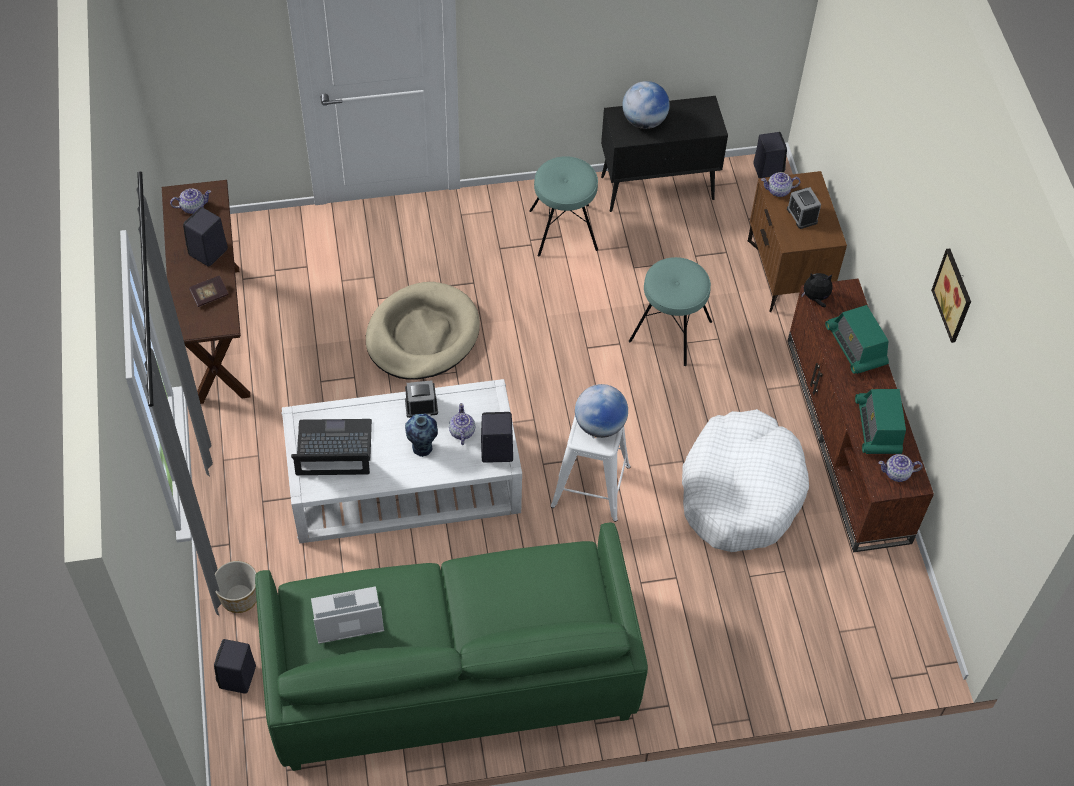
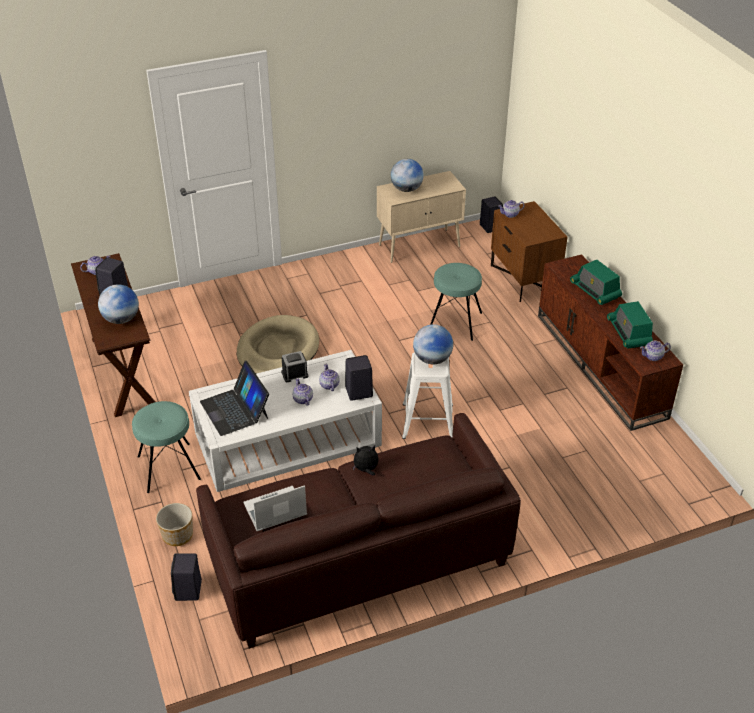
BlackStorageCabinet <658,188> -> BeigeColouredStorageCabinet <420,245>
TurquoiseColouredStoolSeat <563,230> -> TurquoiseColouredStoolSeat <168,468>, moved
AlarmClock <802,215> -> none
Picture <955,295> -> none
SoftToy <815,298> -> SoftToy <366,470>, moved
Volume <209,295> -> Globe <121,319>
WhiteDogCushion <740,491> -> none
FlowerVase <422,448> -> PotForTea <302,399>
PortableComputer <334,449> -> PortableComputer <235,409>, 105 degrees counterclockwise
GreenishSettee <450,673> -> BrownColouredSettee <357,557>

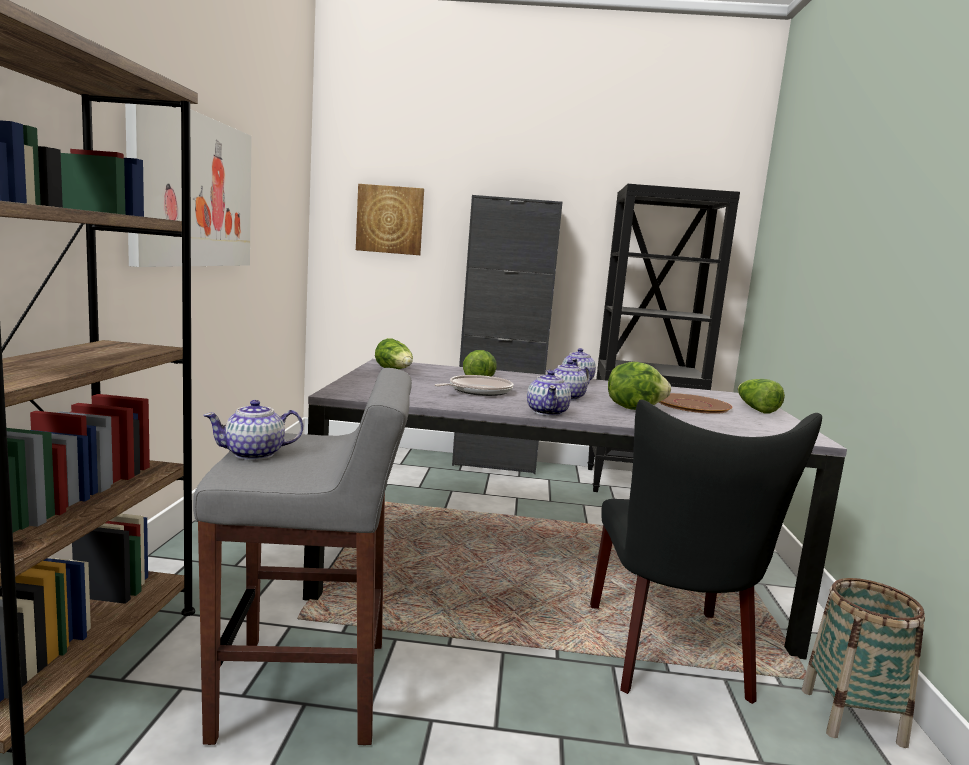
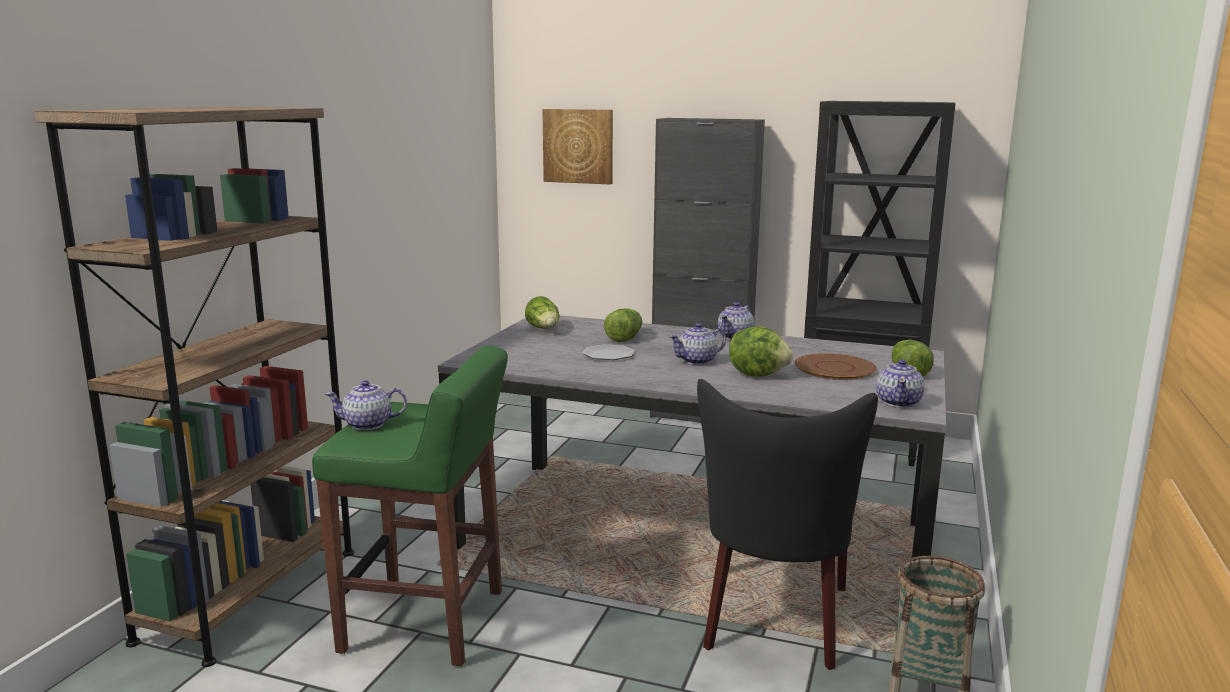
Picture <194,191> -> none
GrayStoolSeat <307,689> -> GreenishStoolSeat <426,621>
PotForTea <547,412> -> PotForTea <899,402>, moved
FryingPan <477,391> -> FlatDish <608,355>

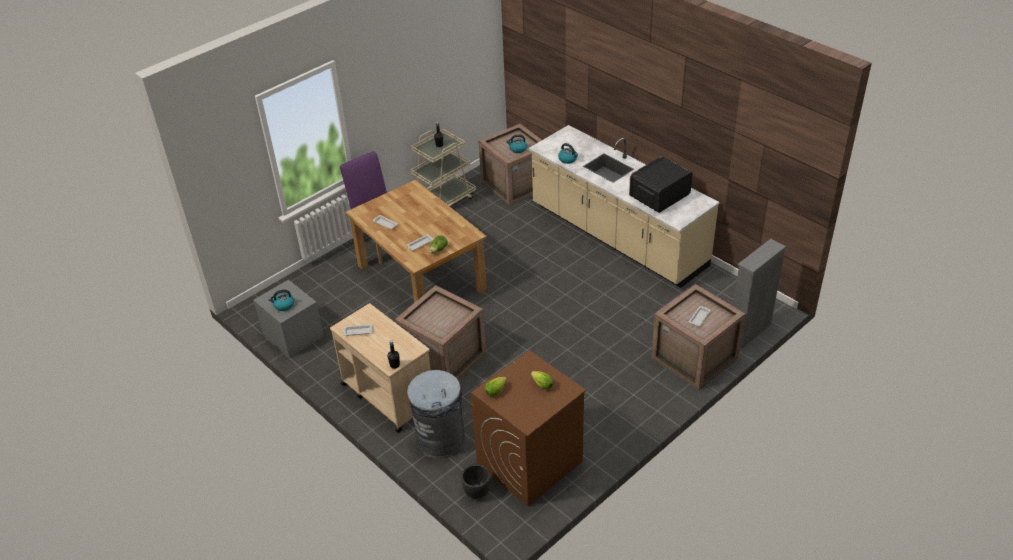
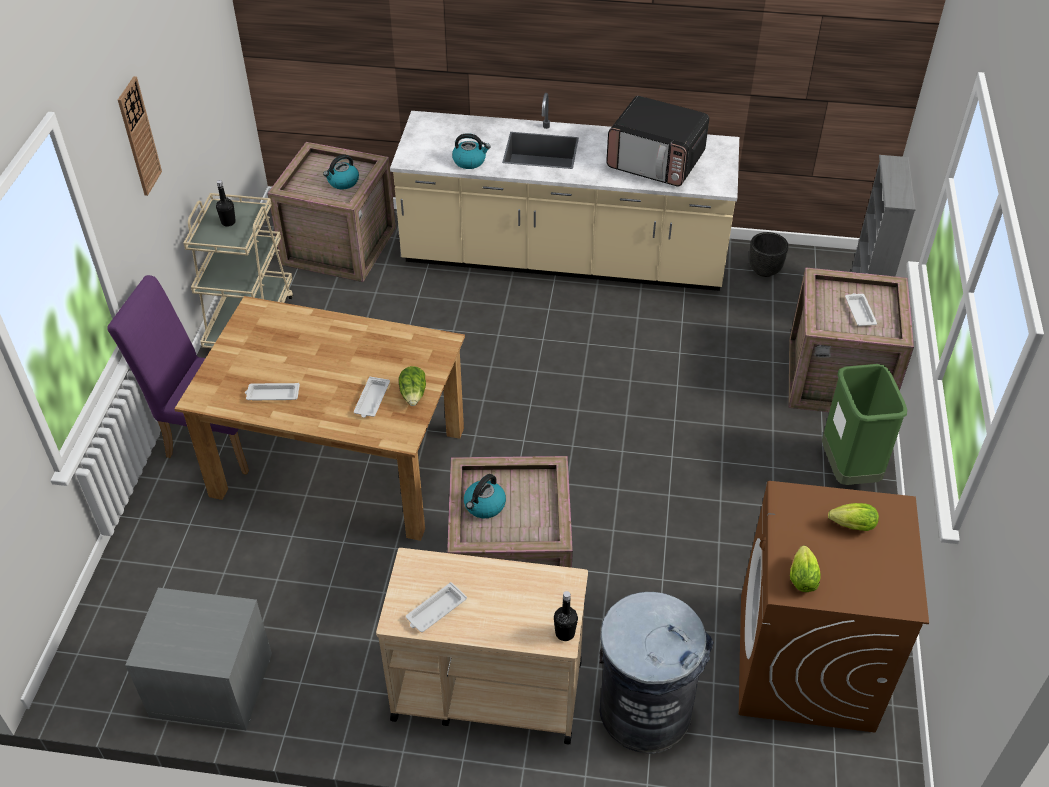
MicrowaveOven <659,196> -> MicrowaveOven <656,162>, 75 degrees counterclockwise
Kettle <284,305> -> Kettle <484,506>, moved
BlackFlowerPot <476,492> -> BlackFlowerPot <764,270>, moved
none -> ClockOnTheWall <139,137>
none -> GreenishTrashCan <848,470>

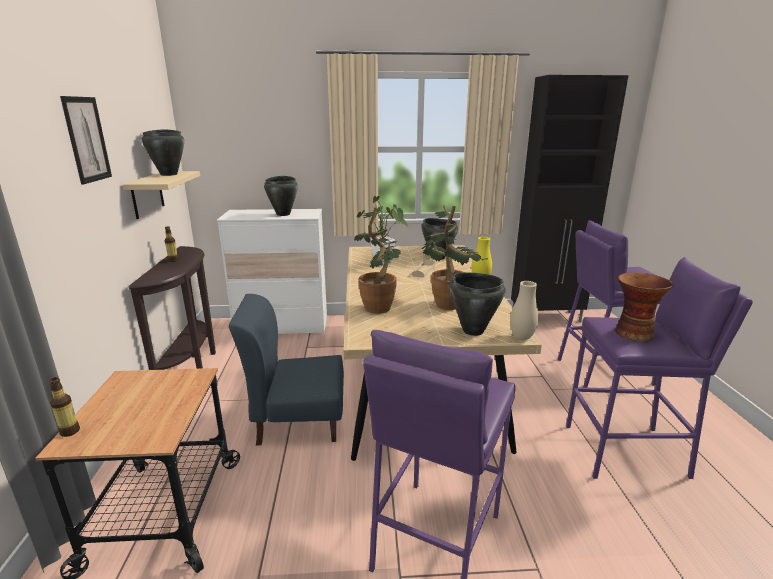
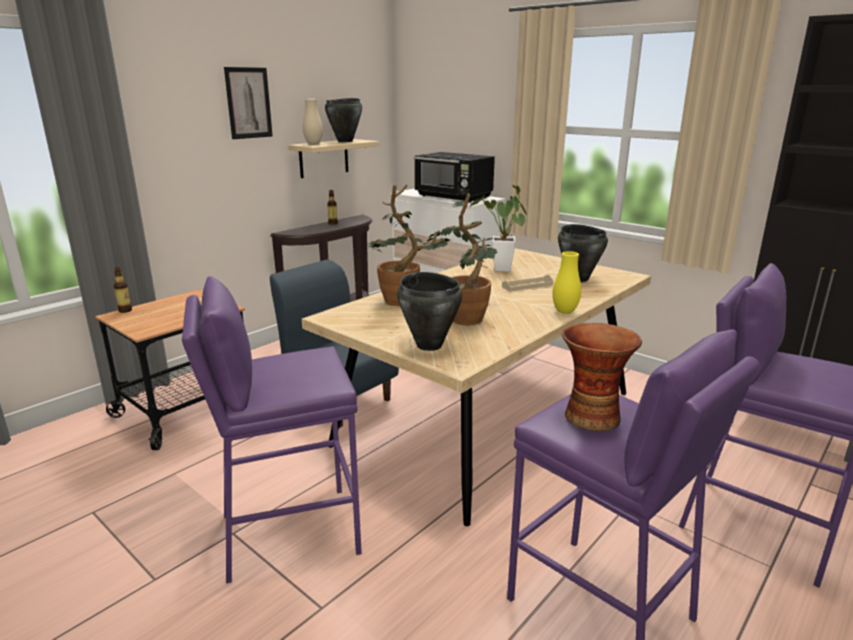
BlackSaucepot <283,214> -> BlackMicrowaveOven <453,197>
BeigeColouredFlowerVase <521,337> -> BeigeColouredFlowerVase <313,144>, moved

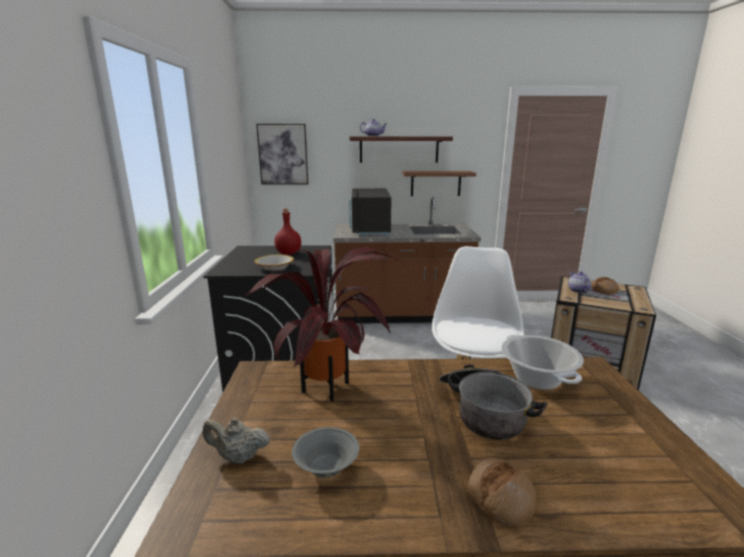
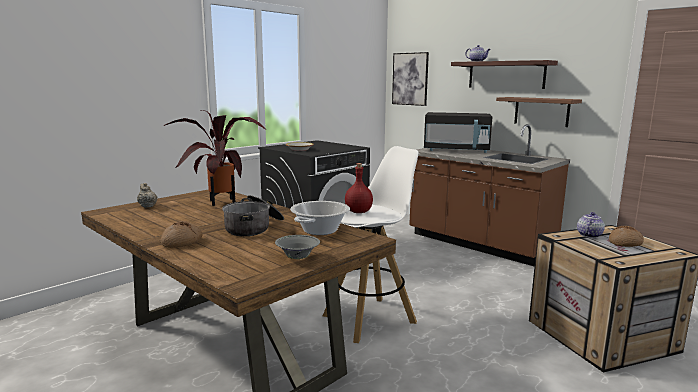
BlackMicrowaveOven <370,229> -> BlackMicrowaveOven <456,150>, 120 degrees counterclockwise
RedBottle <288,253> -> RedBottle <358,212>, moved
GrayServingBowl <326,469> -> GrayServingBowl <297,258>, moved

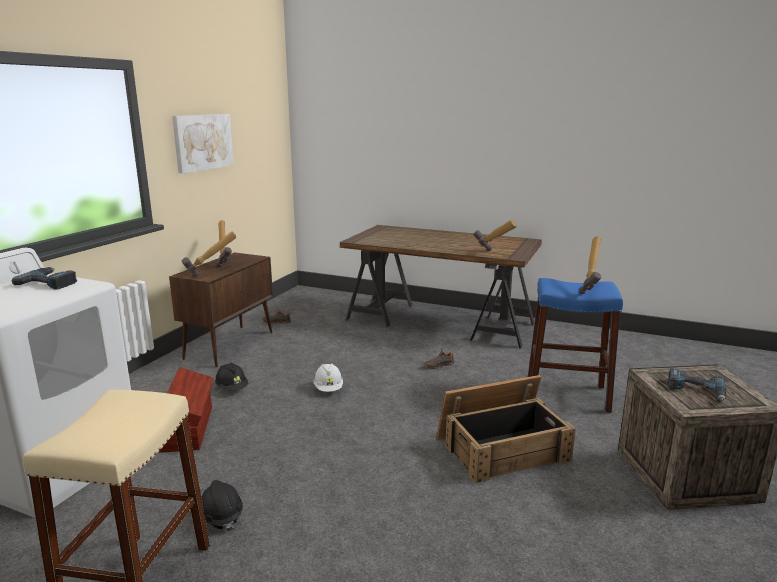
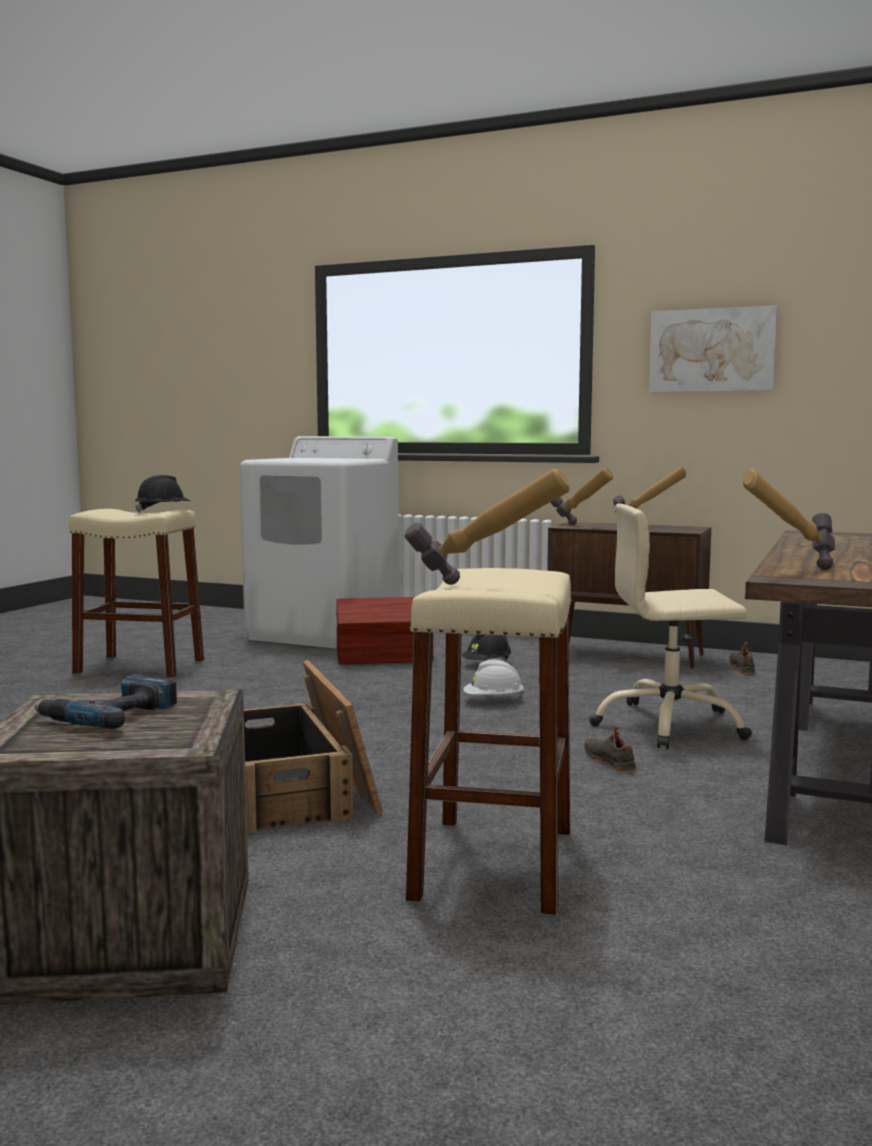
PowerDrill <51,282> -> none
BlueStoolSeat <567,395> -> BeigeColouredStoolSeat <494,864>
BlackHardHat <220,516> -> BlackHardHat <163,511>, moved
none -> BeigeColouredDeskChair <669,725>

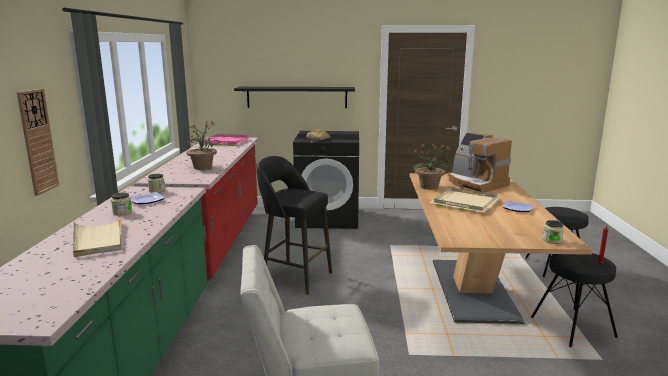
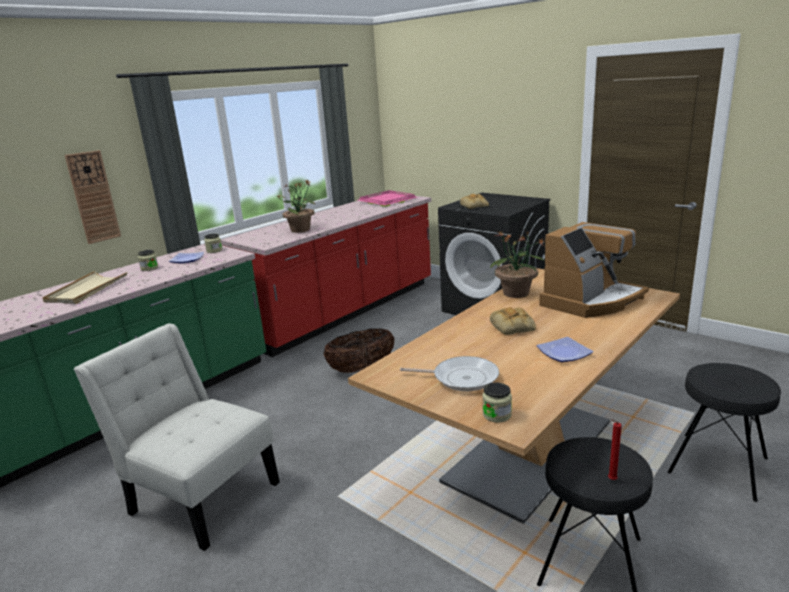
BlackWallShelf <297,97> -> none
CoffeeBrewer <475,184> -> CoffeeBrewer <591,301>, 135 degrees counterclockwise
BlackStoolSeat <295,277> -> StorageBasket <361,368>
BeigeColouredServingTray <467,202> -> Bread <513,326>
none -> FryingPan <461,378>

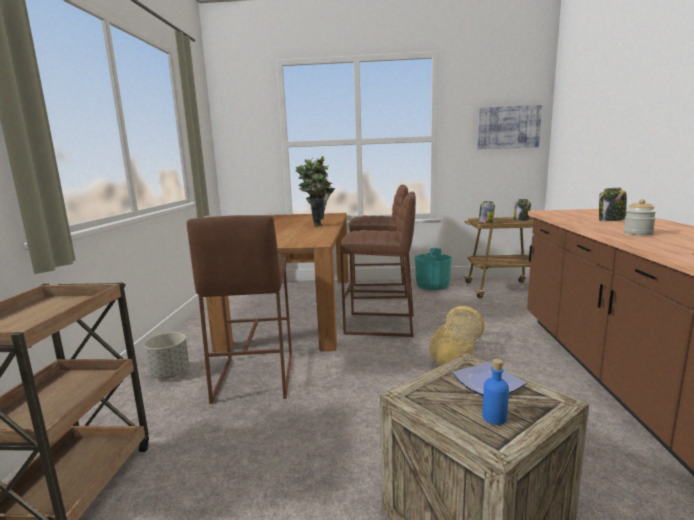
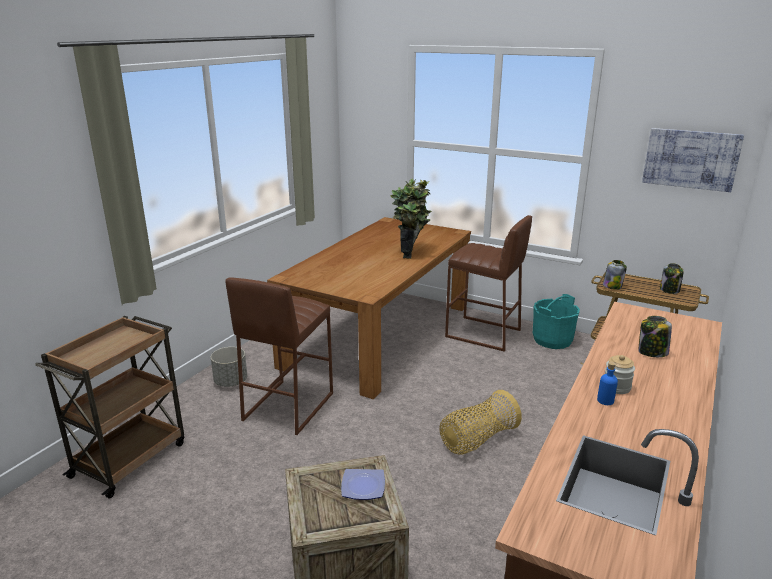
BrownColouredStoolSeat <381,325> -> none
BlueBottle <494,417> -> BlueBottle <605,400>, moved

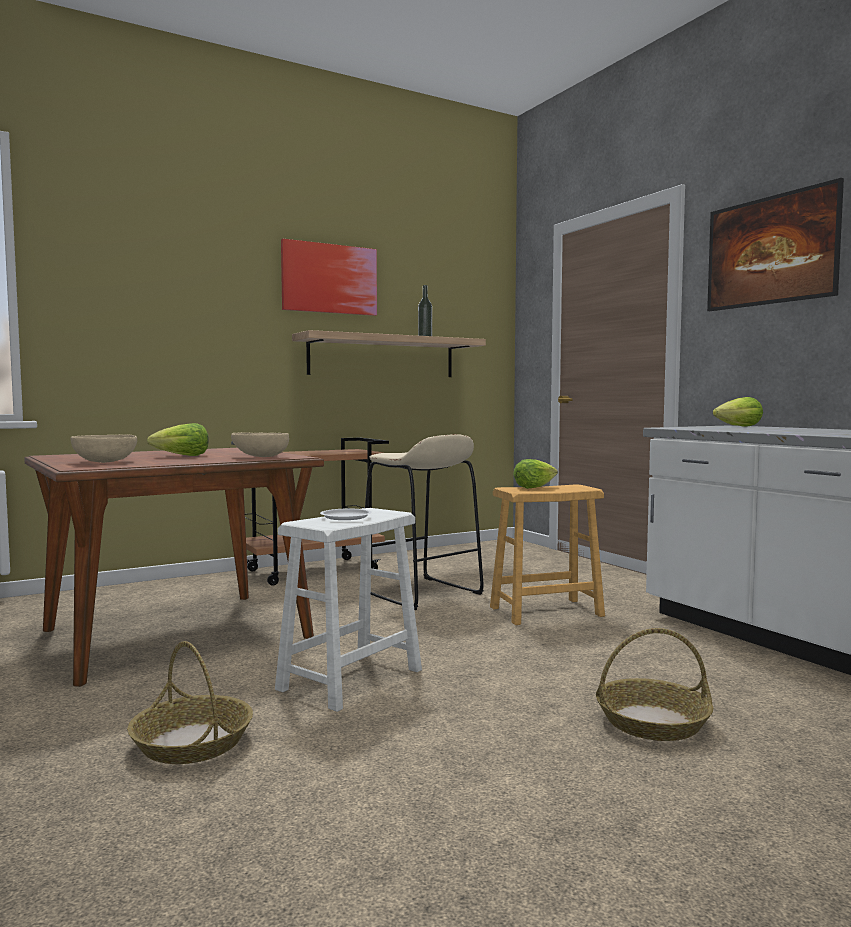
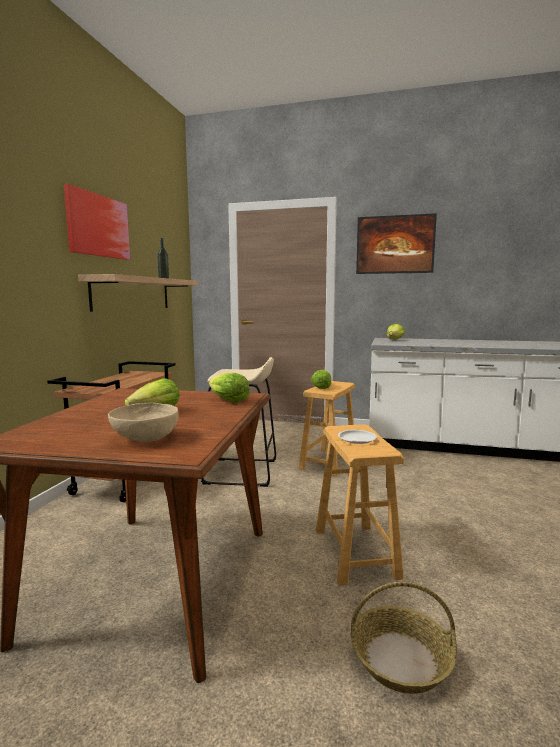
BeigeColouredServingBowl <260,457> -> Lettuce <227,400>
WhiteStoolSeat <350,679> -> BrownColouredStoolSeat <355,553>
StorageBasket <652,722> -> none

